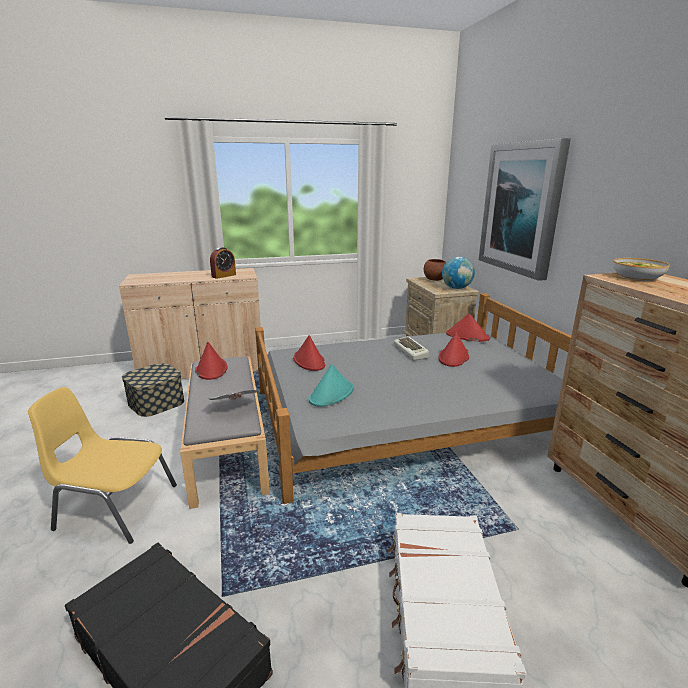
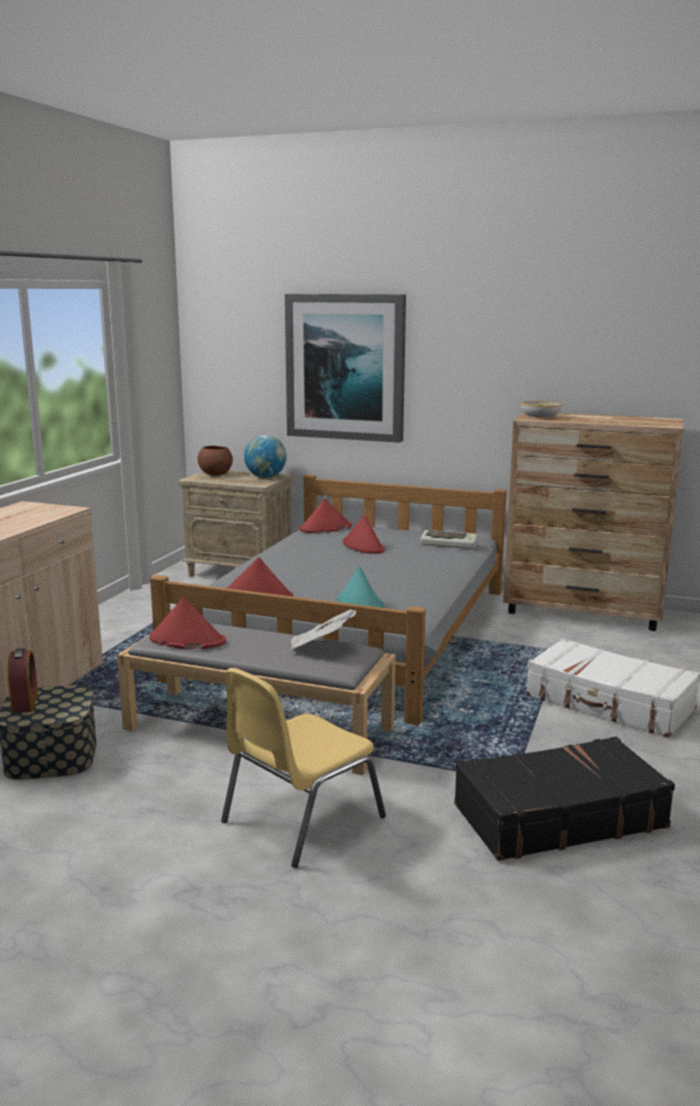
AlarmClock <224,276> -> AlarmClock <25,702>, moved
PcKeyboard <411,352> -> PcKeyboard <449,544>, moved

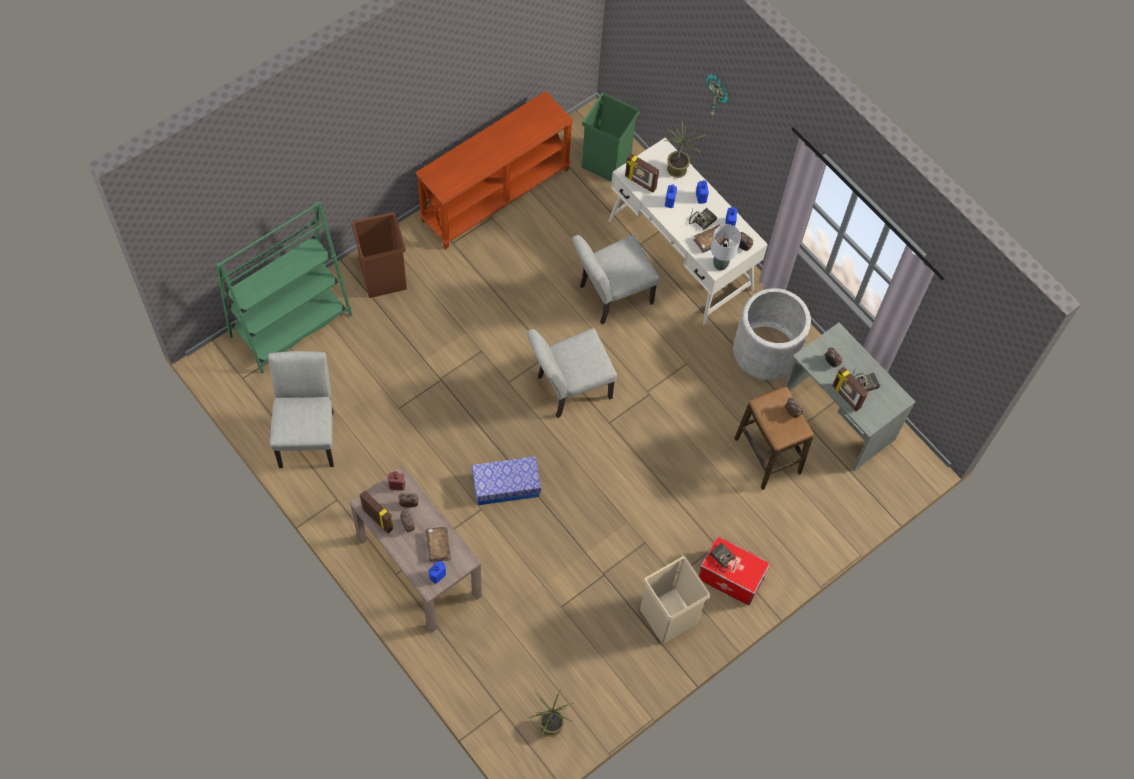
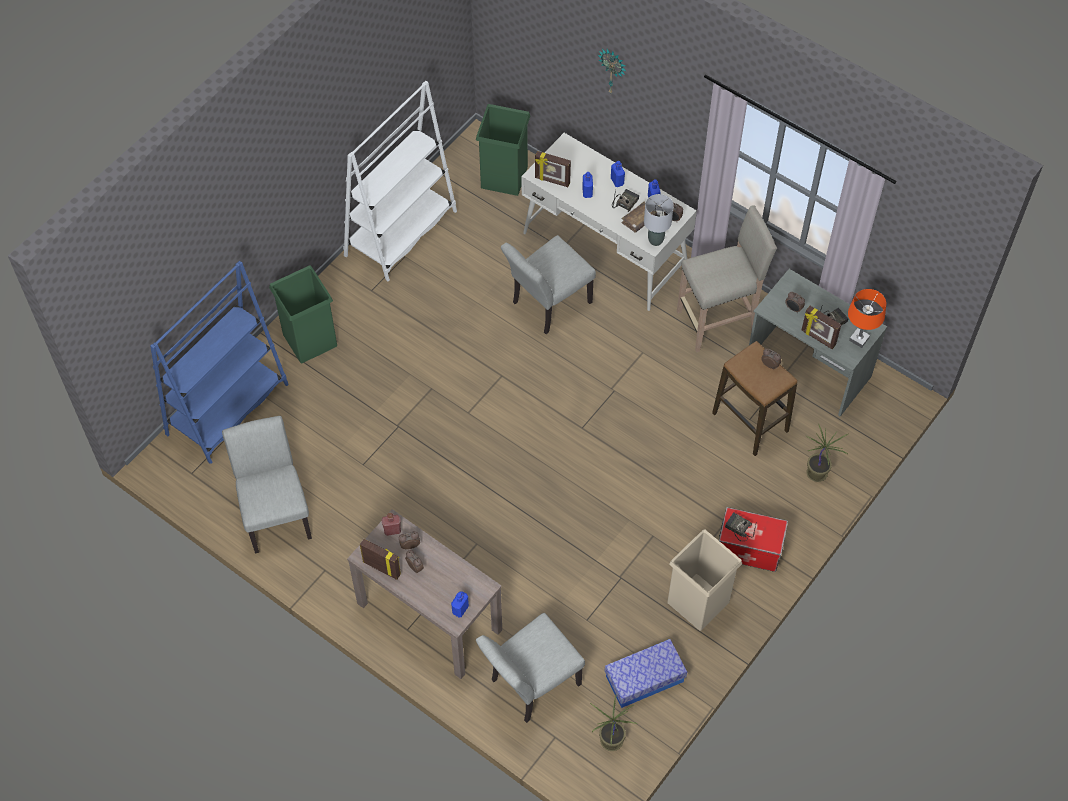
BrownColouredHallTable <495,194> -> WhiteBookshelf <401,233>
PlantInAPot <677,170> -> PlantInAPot <817,473>, moved
GreenishBookshelf <291,325> -> BlueBookshelf <227,409>
BrownColouredTrashCan <383,277> -> GreenishTrashCan <310,339>
GrayFlowerPot <766,351> -> BeigeColouredStoolSeat <718,322>
GrayChair <568,389> -> GrayChair <529,685>, moved
StorageContainer <506,486> -> StorageContainer <644,679>, moved
BrownColouredVolume <438,546> -> none
none -> OrangeColouredTabletopLamp <859,339>

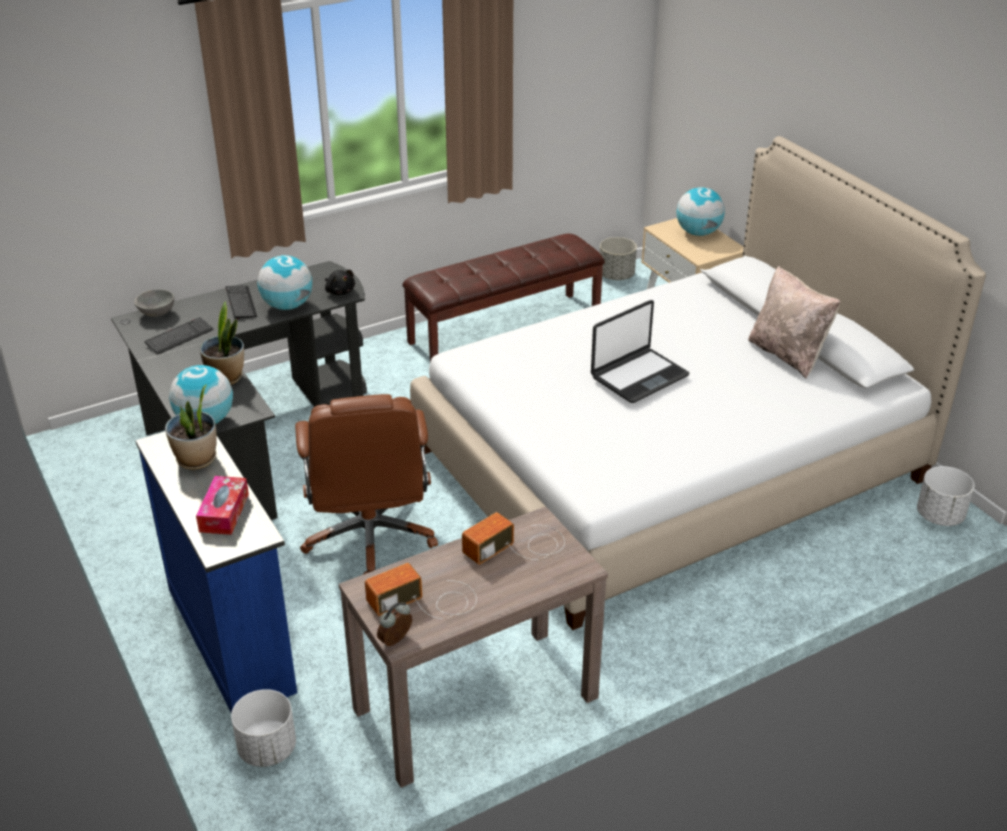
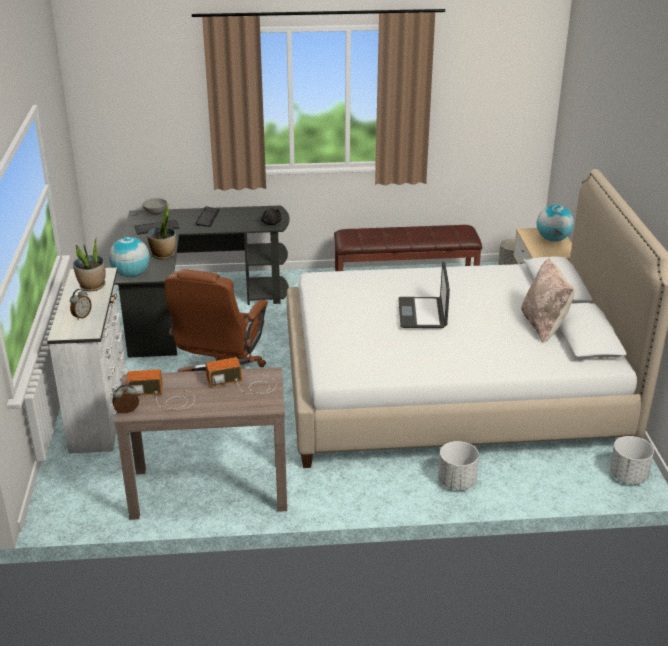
Globe <287,306> -> none
PortableComputer <638,376> -> PortableComputer <423,314>, 105 degrees clockwise
BlueChestOfDrawers <233,637> -> WhiteChestOfDrawers <101,411>
BoxOfTissues <224,513> -> AlarmClock <81,316>
WhiteFlowerPot <267,749> -> WhiteFlowerPot <456,481>, moved

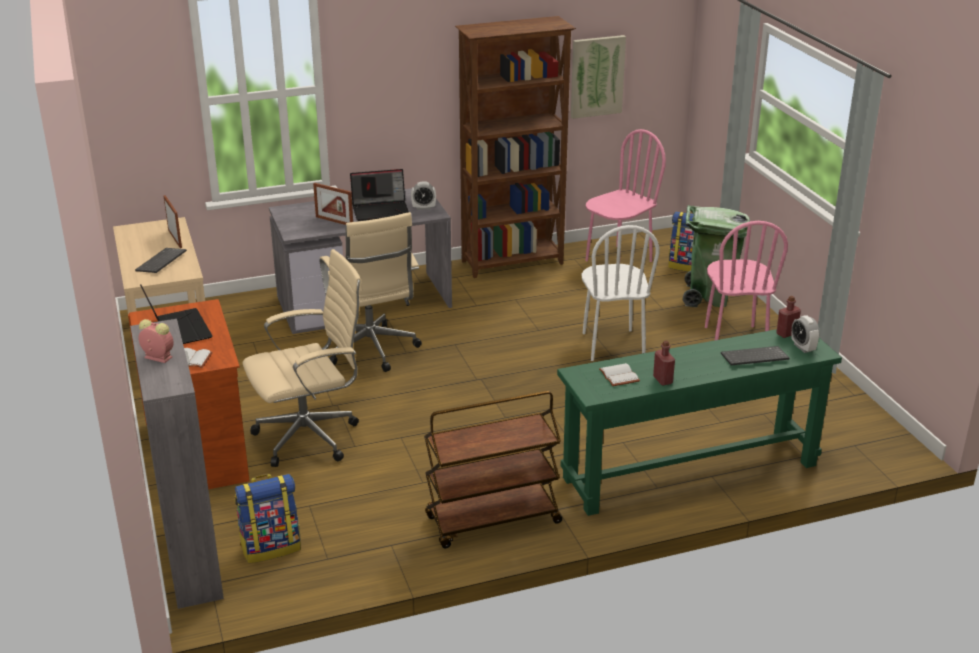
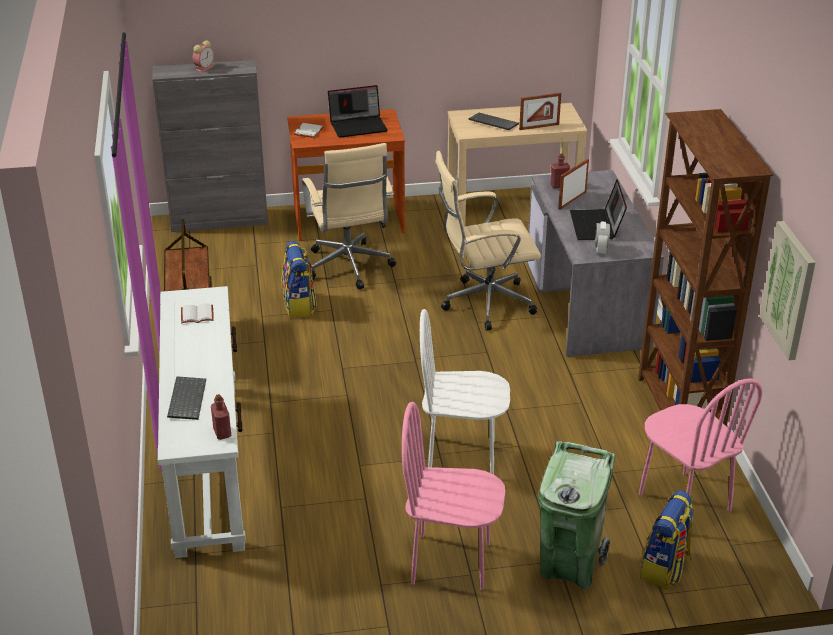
AlarmClock <803,347> -> none
GreenishHallTable <690,471> -> WhiteHallTable <207,466>
RedBottle <662,380> -> RedBottle <559,186>, moved
Rucksack <271,547> -> Rucksack <299,305>, moved

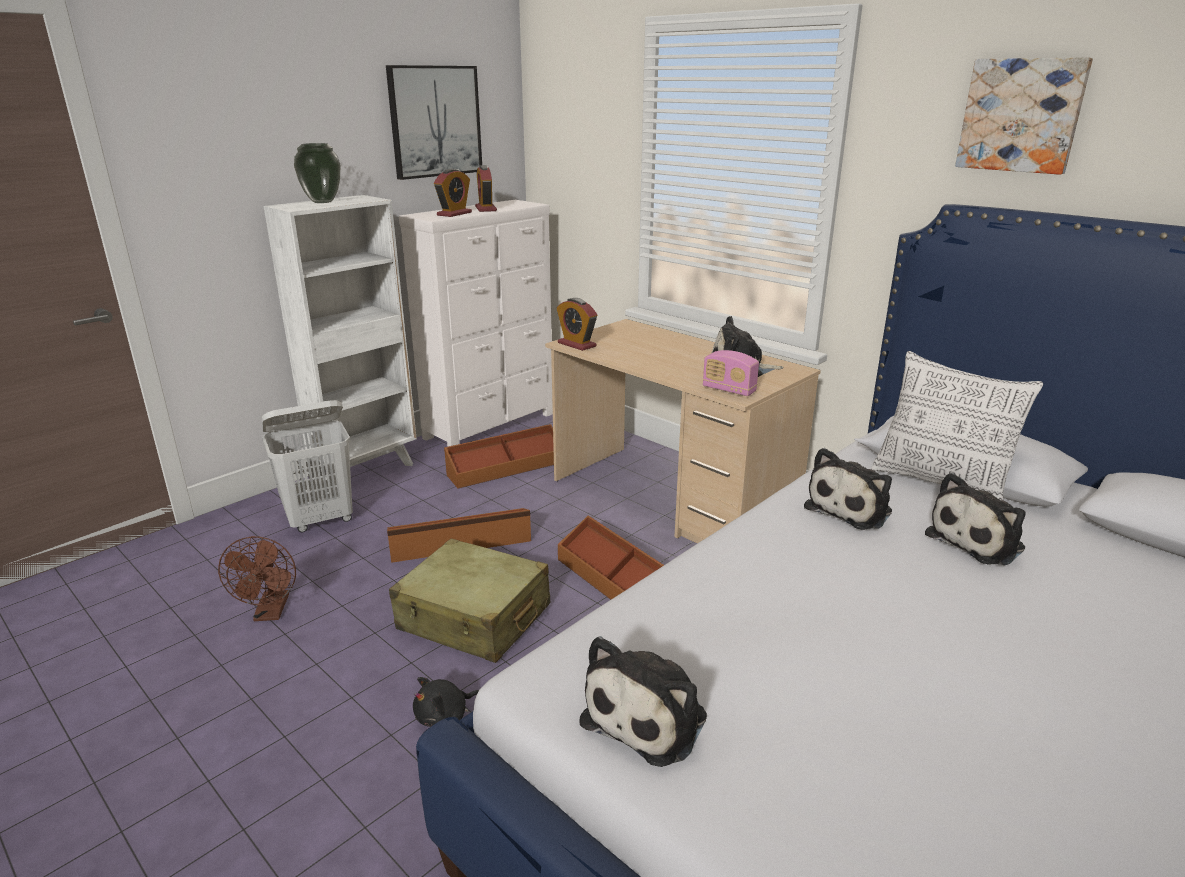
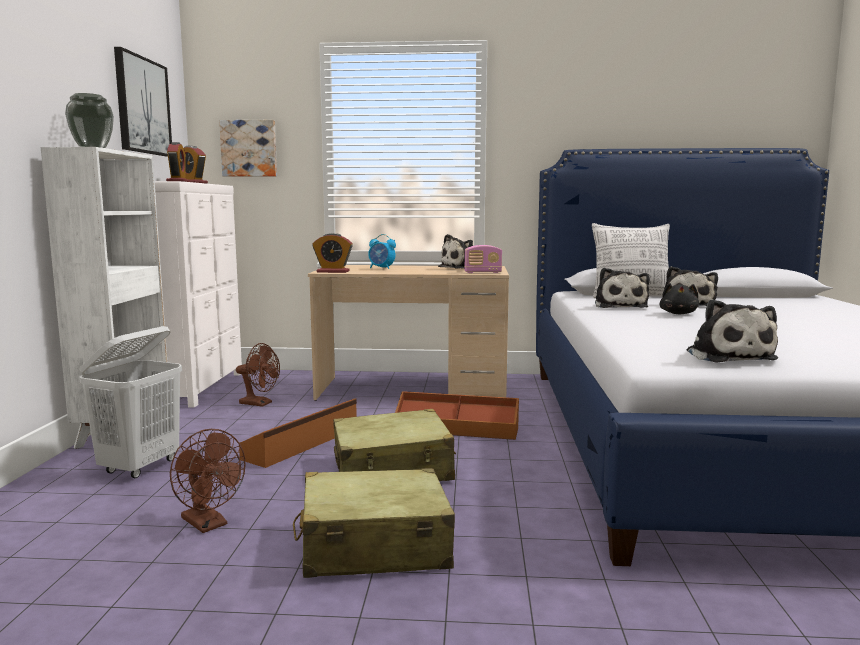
Picture <1021,115> -> Picture <249,148>, moved
BrownColouredStorageContainer <506,468> -> BrownColouredElectricFan <260,403>
BlackSoftToy <445,716> -> BlackSoftToy <678,313>, moved
none -> AlarmClock <381,268>
none -> BeigeColouredTravelCase <373,546>

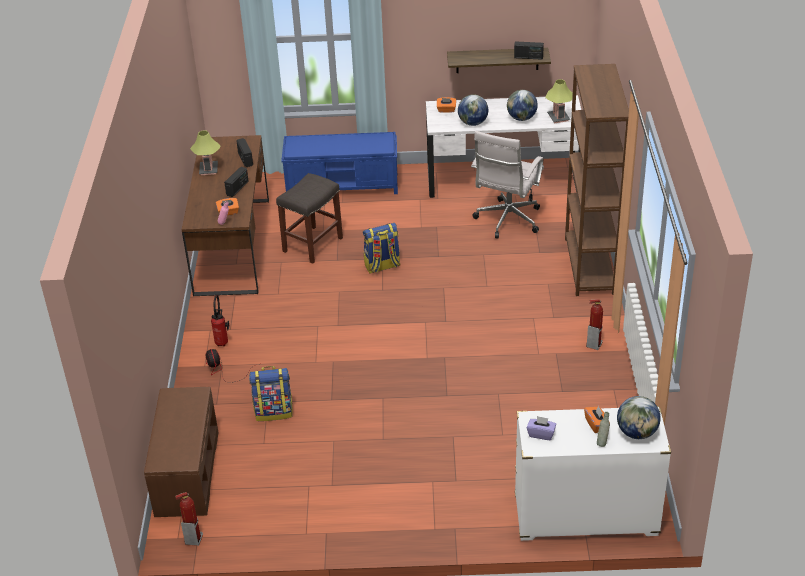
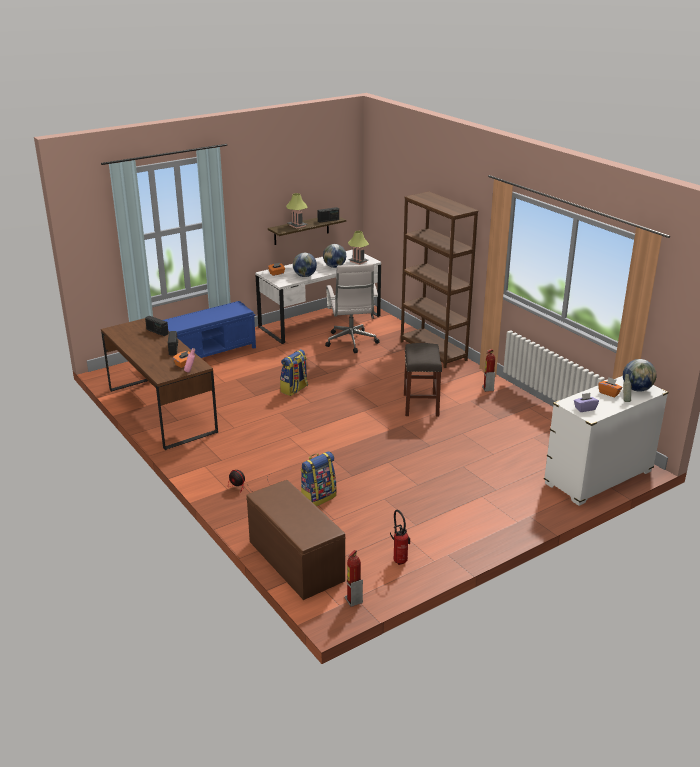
TabletopLamp <208,169> -> TabletopLamp <297,225>, moved
GrayStoolSeat <312,245> -> GrayStoolSeat <421,405>, moved
FireExtinguisher <223,342> -> FireExtinguisher <399,560>, moved

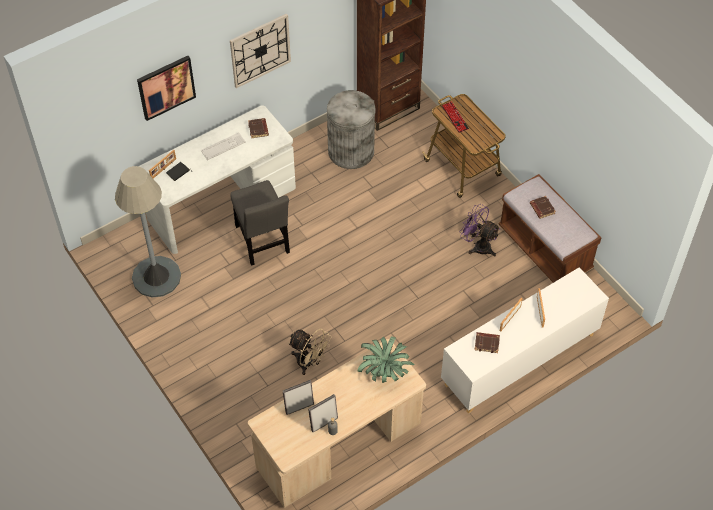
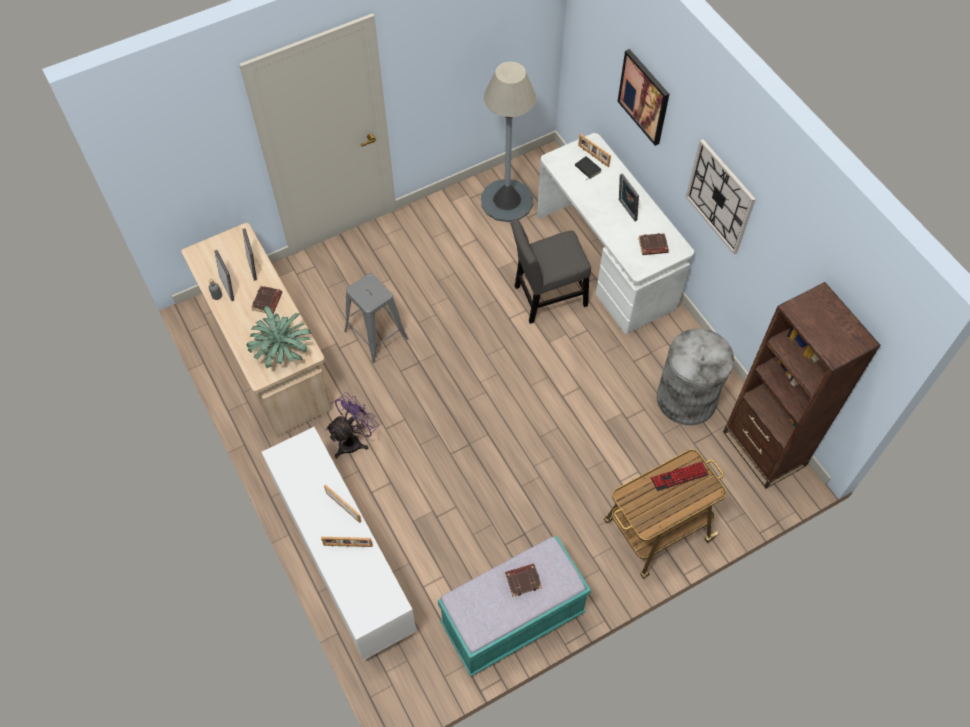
PcKeyboard <223,146> -> StandingFrame <626,211>
BrownColouredIndoorBench <544,249> -> TurquoiseColouredIndoorBench <512,619>
PurpleColouredElectricFan <478,246> -> PurpleColouredElectricFan <354,440>, moved
BeigeColouredElectricFan <309,363> -> GrayStoolSeat <376,335>
BrownColouredVolume <487,343> -> BrownColouredVolume <267,302>, moved

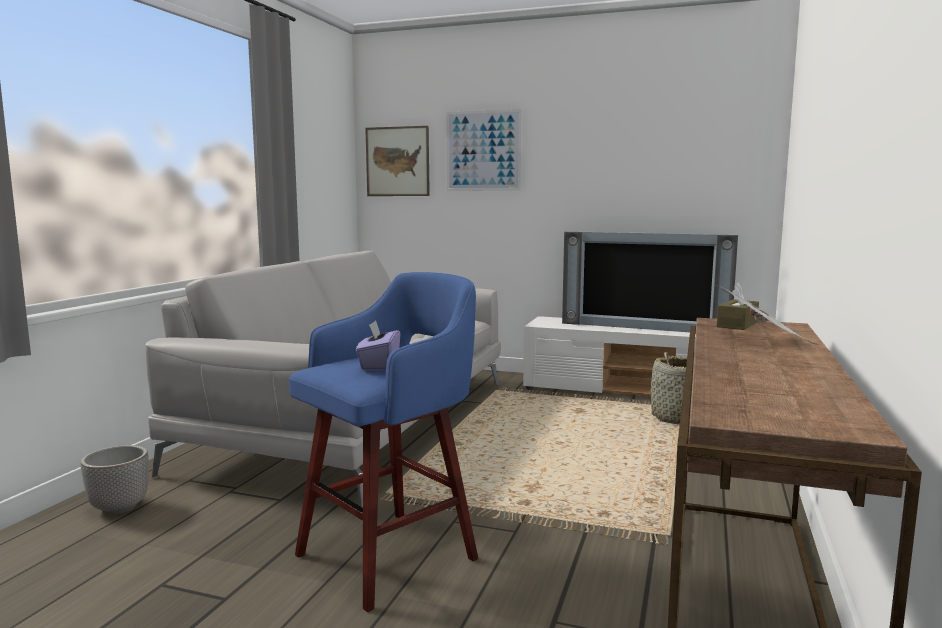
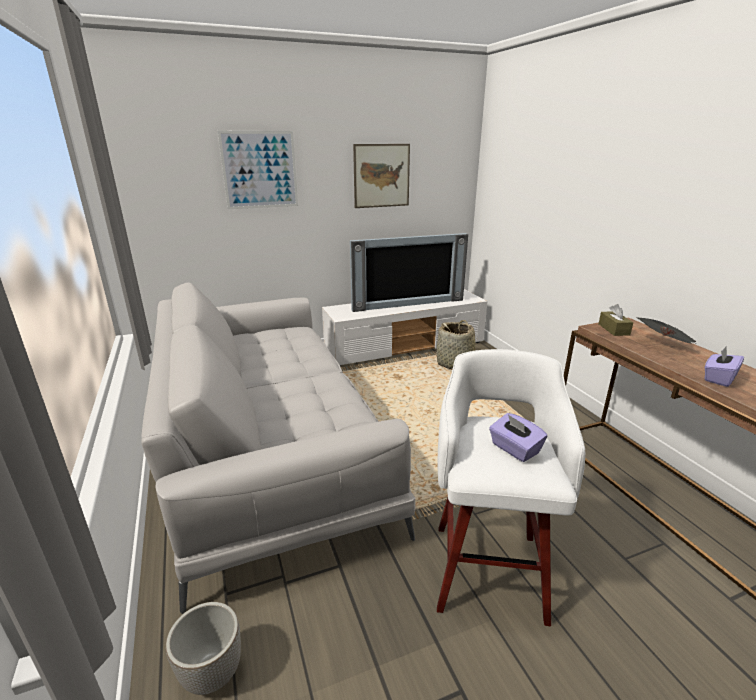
Picture <397,161> -> Picture <381,176>, moved
BlueStoolSeat <392,555> -> WhiteStoolSeat <488,567>
none -> PurpleColouredBoxOfTissues <718,378>

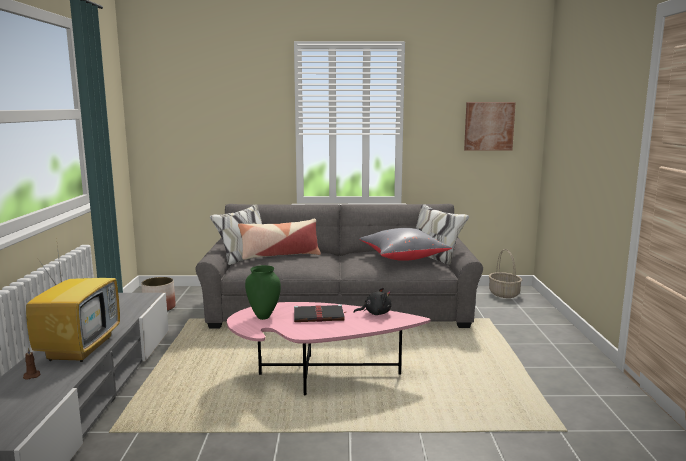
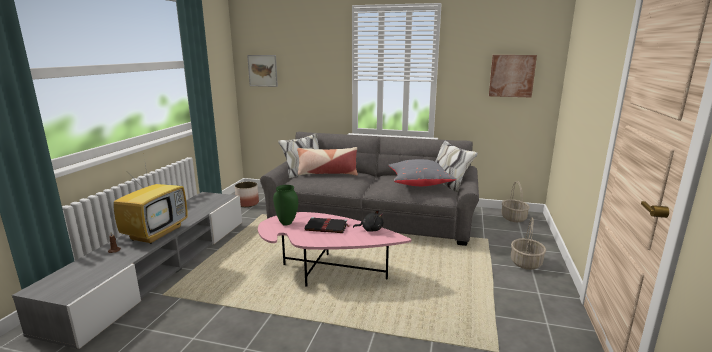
none -> Picture <262,70>
none -> StorageBasket <525,263>

